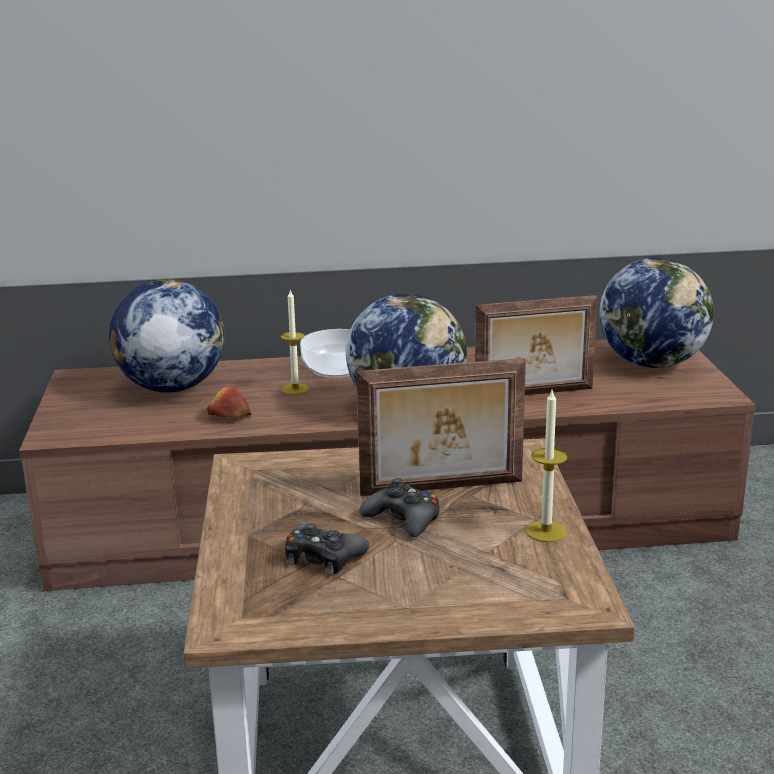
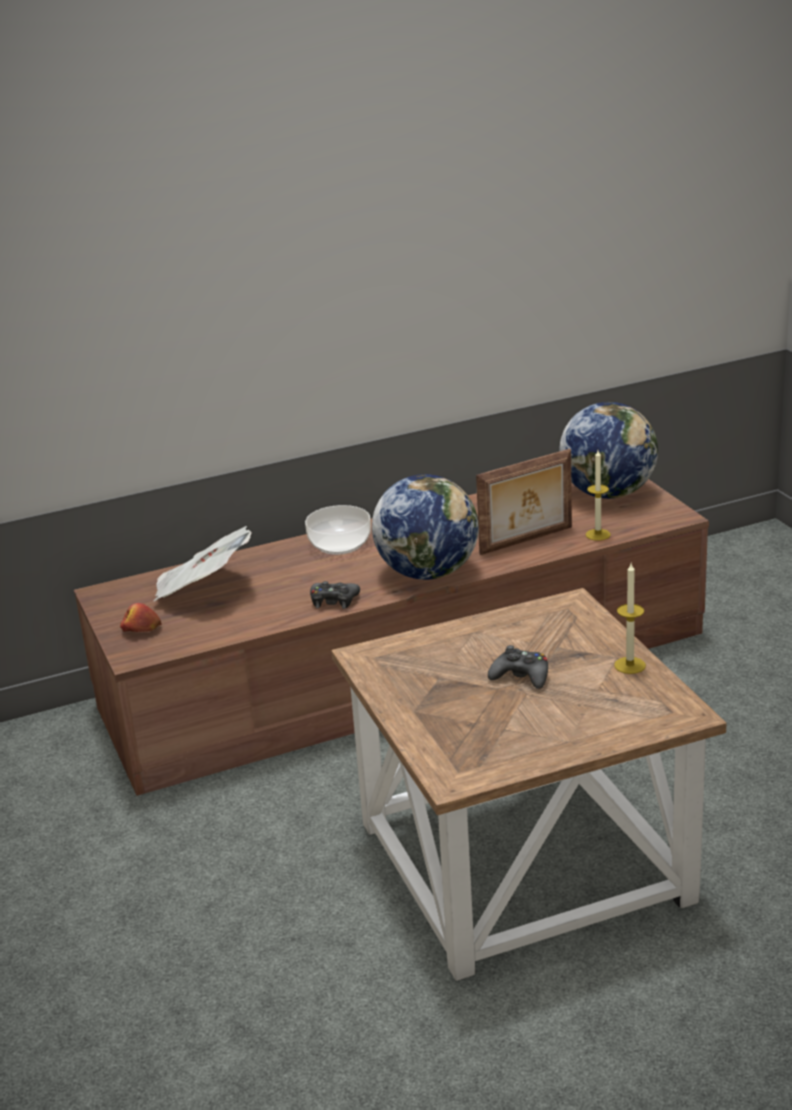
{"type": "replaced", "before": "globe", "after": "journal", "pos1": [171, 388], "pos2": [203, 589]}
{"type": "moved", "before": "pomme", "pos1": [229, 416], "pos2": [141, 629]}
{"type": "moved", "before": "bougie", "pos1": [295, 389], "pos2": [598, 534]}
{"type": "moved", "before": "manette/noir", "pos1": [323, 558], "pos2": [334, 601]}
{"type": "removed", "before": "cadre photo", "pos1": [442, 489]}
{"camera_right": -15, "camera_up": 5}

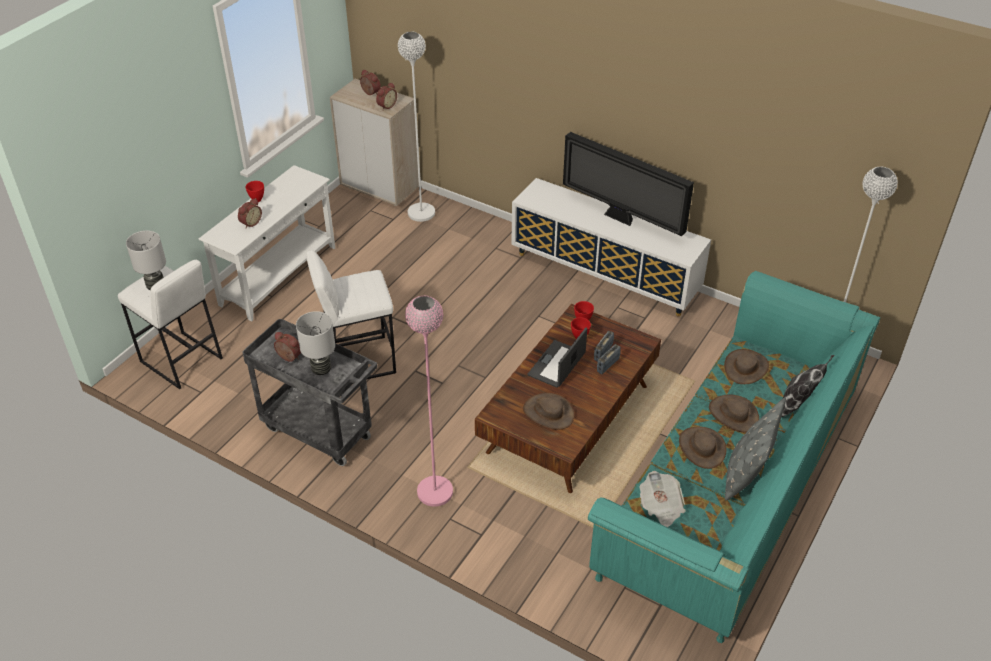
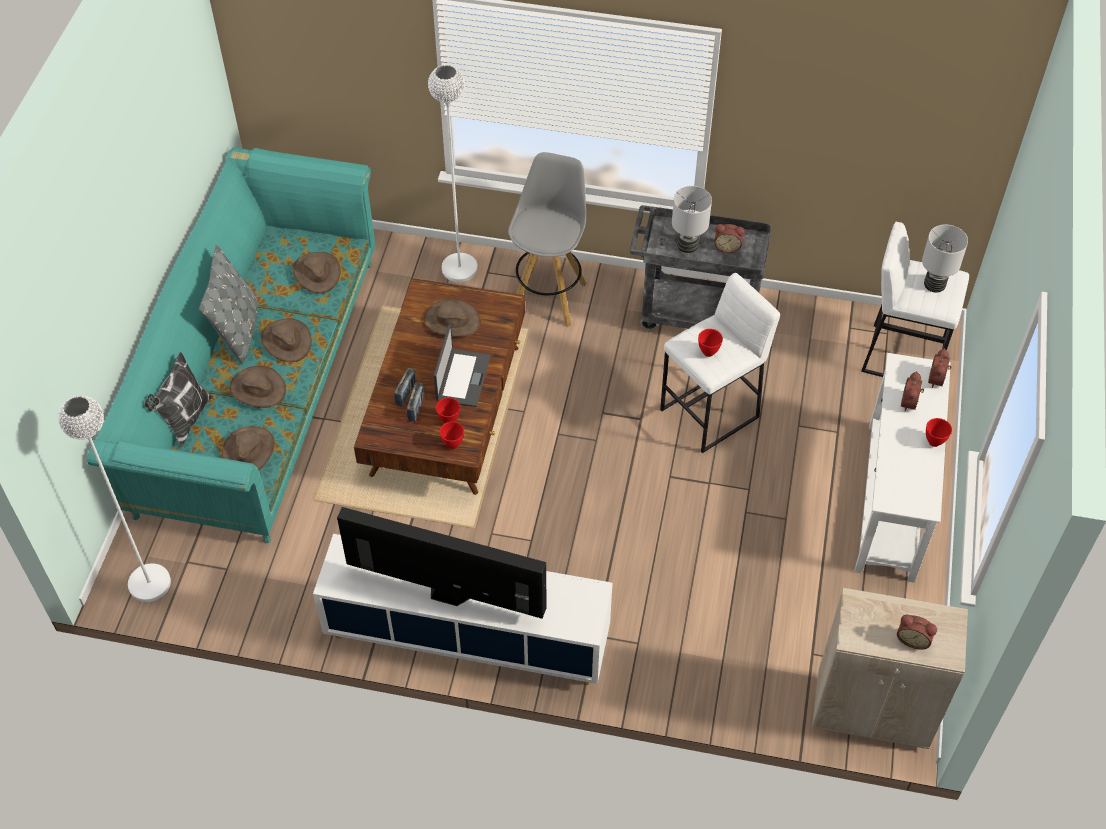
{"type": "moved", "before": "réveil", "pos1": [386, 106], "pos2": [937, 379]}
{"type": "moved", "before": "lampadaire/blanc", "pos1": [421, 213], "pos2": [459, 268]}
{"type": "replaced", "before": "lampadaire/rose", "after": "tabouret/gris", "pos1": [434, 492], "pos2": [549, 297]}
{"type": "replaced", "before": "journal", "after": "chapeau/marron", "pos1": [661, 507], "pos2": [317, 273]}
{"type": "added", "after": "bol/rouge", "pos2": [709, 352]}
{"camera_right": 160, "camera_up": 10}

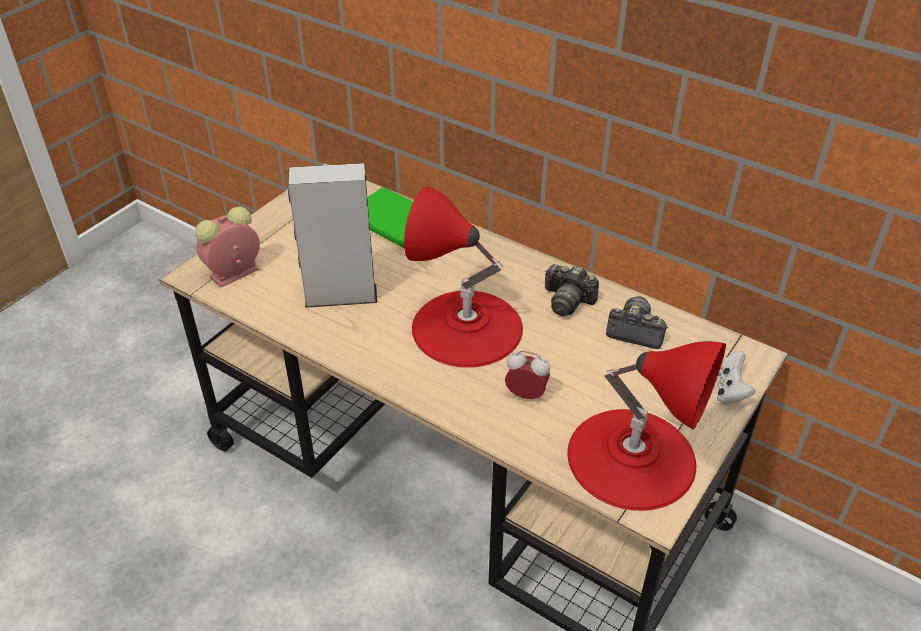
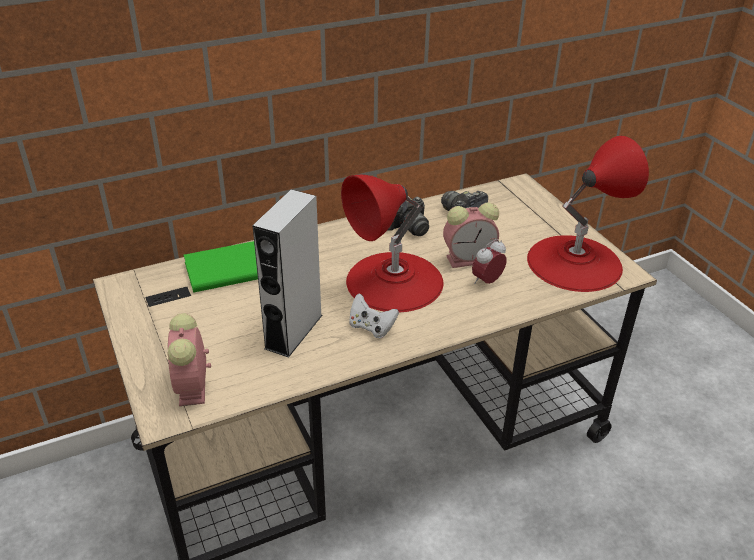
{"type": "moved", "before": "manette/blanc", "pos1": [728, 390], "pos2": [371, 327]}
{"type": "added", "after": "réveil", "pos2": [469, 259]}
{"camera_right": -60, "camera_up": -5}

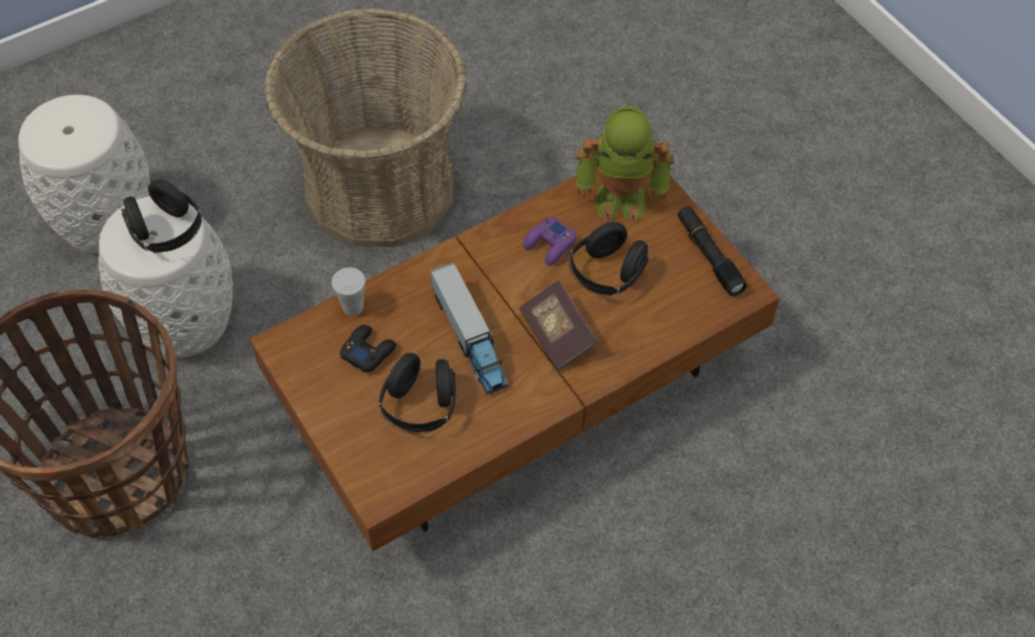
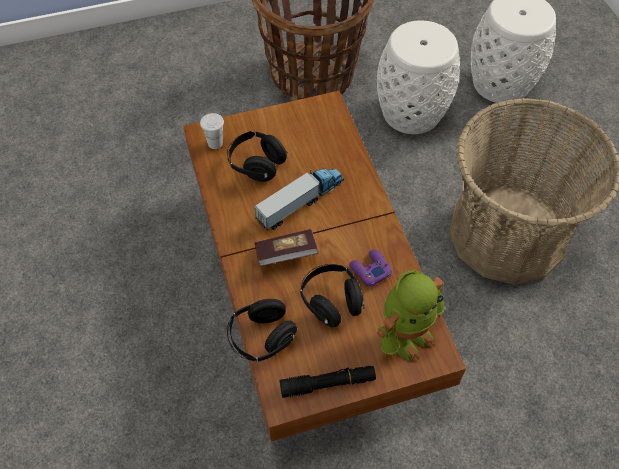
{"type": "moved", "before": "casque audio/noir", "pos1": [167, 232], "pos2": [261, 338]}
{"type": "moved", "before": "tasse/blanc", "pos1": [353, 307], "pos2": [215, 143]}
{"type": "removed", "before": "manette/noir", "pos1": [368, 351]}
{"type": "turned", "before": "camion jouet", "pos1": [469, 338], "pos2": [300, 202], "turn": 150}
{"type": "turned", "before": "robot jouet", "pos1": [621, 198], "pos2": [406, 334], "turn": -150}
{"camera_right": 105, "camera_up": 0}

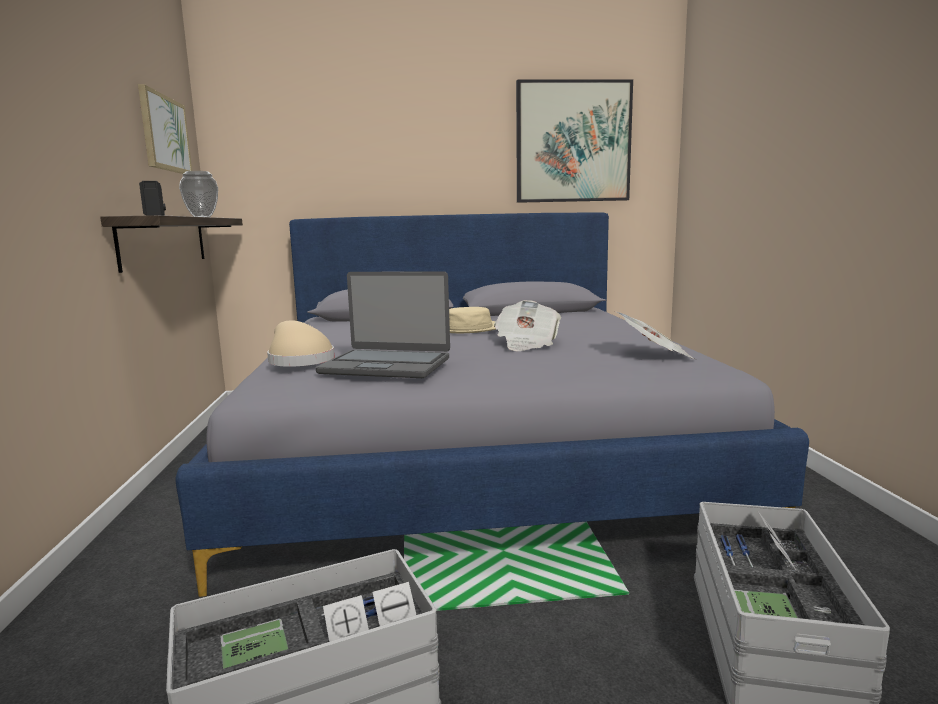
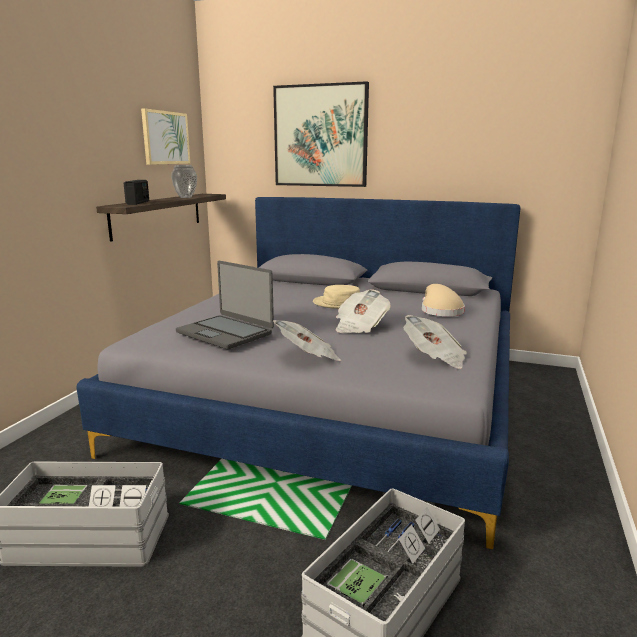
{"type": "moved", "before": "chapeau/beige", "pos1": [298, 360], "pos2": [440, 311]}
{"type": "moved", "before": "tableau", "pos1": [573, 142], "pos2": [320, 136]}
{"type": "added", "after": "journal", "pos2": [308, 357]}
{"camera_right": 25, "camera_up": 5}

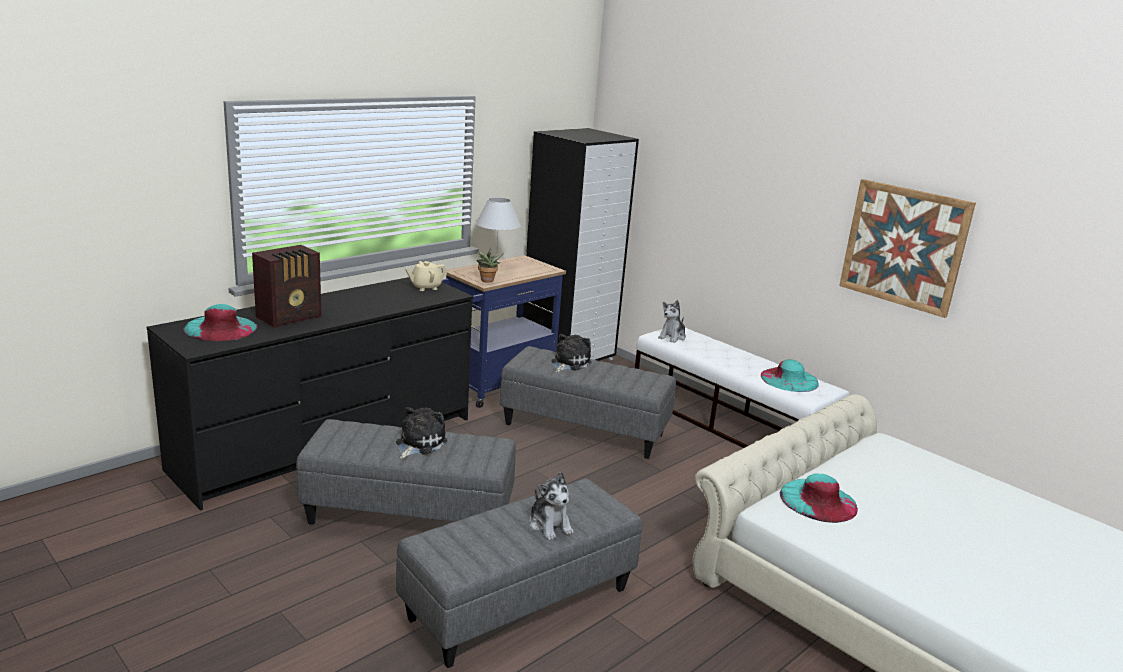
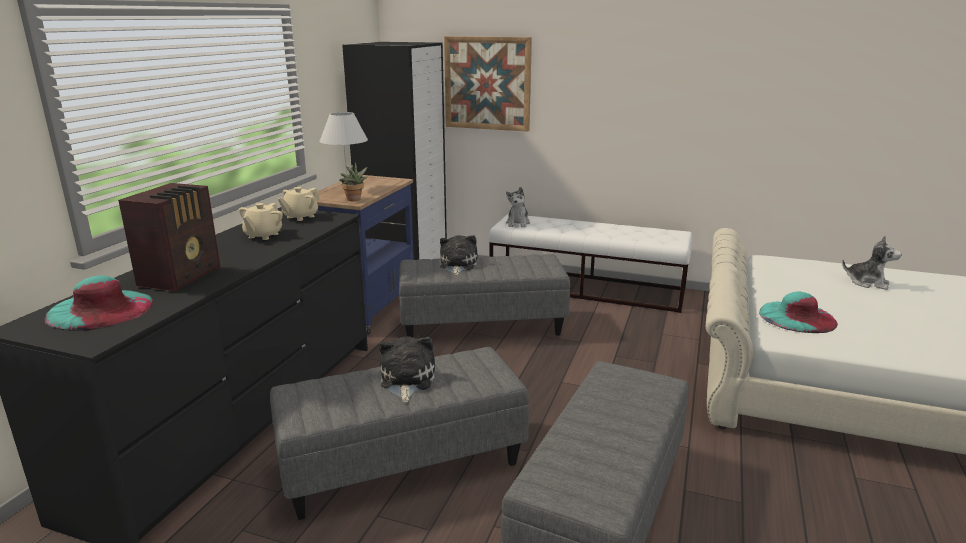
{"type": "moved", "before": "peluche", "pos1": [550, 525], "pos2": [867, 283]}
{"type": "removed", "before": "chapeau/turquoise", "pos1": [789, 379]}
{"type": "moved", "before": "tableau", "pos1": [904, 246], "pos2": [487, 83]}
{"type": "added", "after": "théière/beige", "pos2": [263, 235]}
{"camera_right": -25, "camera_up": 0}

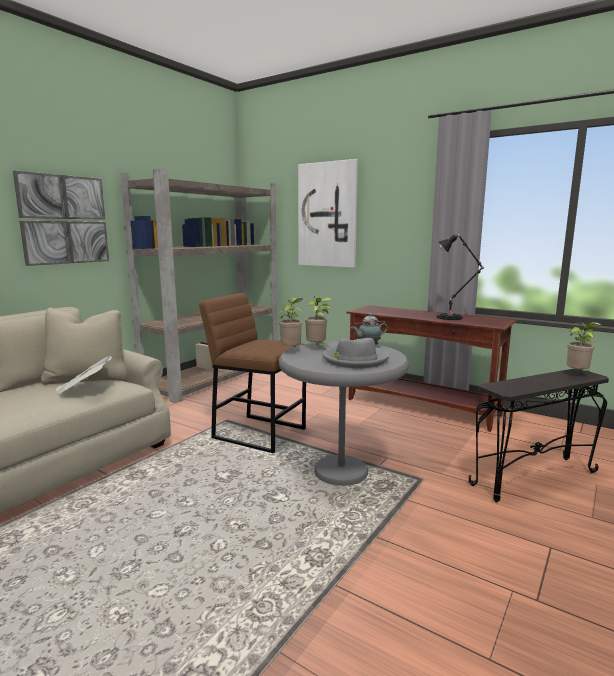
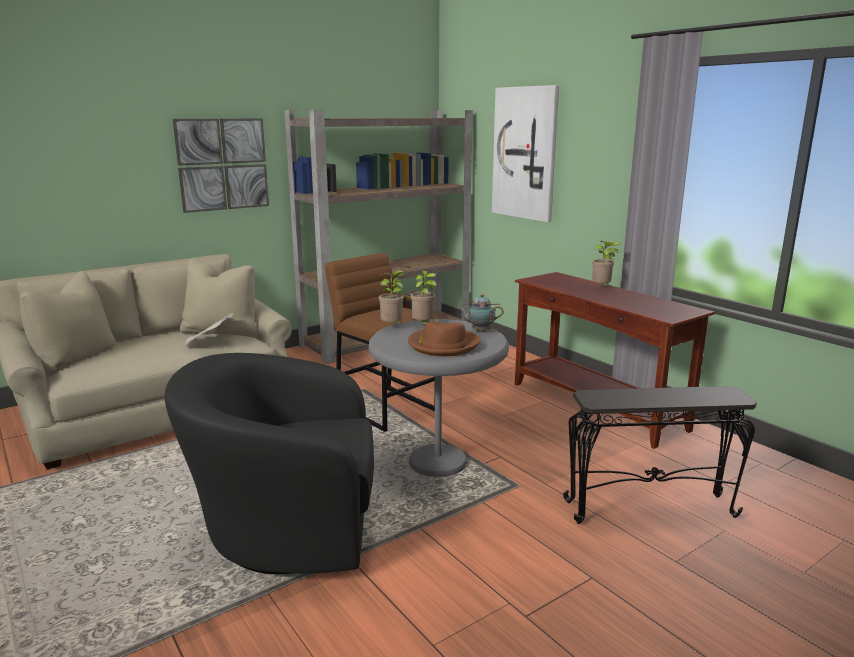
{"type": "recoloured", "before": "chapeau/gris", "after": "chapeau/marron", "pos1": [354, 359], "pos2": [443, 345]}
{"type": "removed", "before": "lampe de table/noir", "pos1": [452, 317]}
{"type": "moved", "before": "plante en pot", "pos1": [578, 374], "pos2": [602, 288]}
{"type": "added", "after": "fauteuil/noir", "pos2": [287, 532]}
{"camera_right": 20, "camera_up": 5}

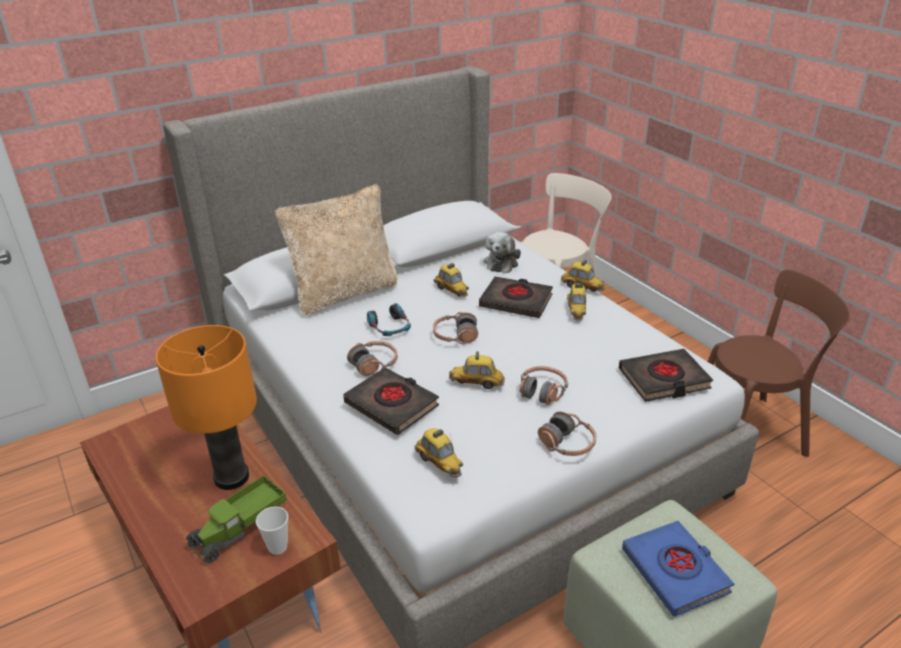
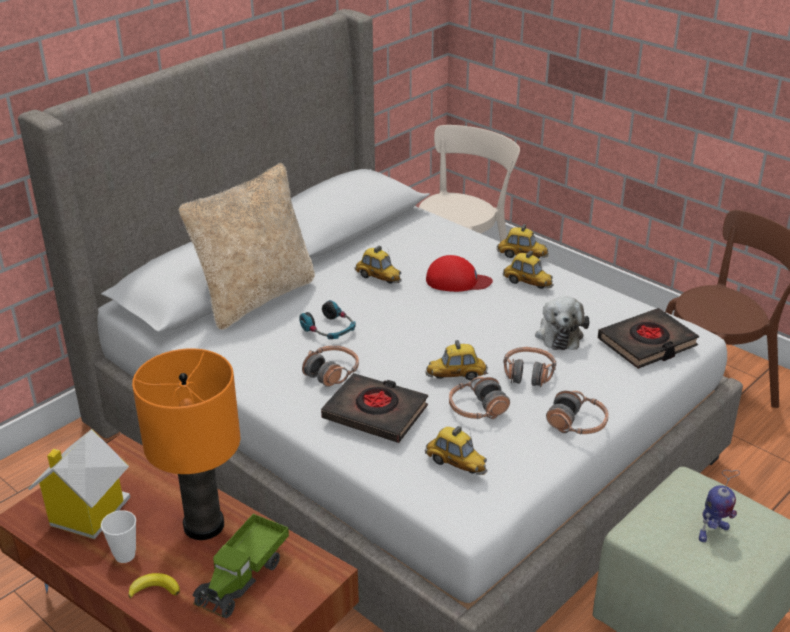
{"type": "moved", "before": "tasse", "pos1": [278, 547], "pos2": [125, 555]}
{"type": "moved", "before": "casque audio", "pos1": [455, 336], "pos2": [477, 409]}
{"type": "replaced", "before": "livre/noir", "after": "casquette/rouge", "pos1": [516, 301], "pos2": [457, 281]}
{"type": "moved", "before": "peluche", "pos1": [502, 262], "pos2": [559, 334]}
{"type": "turned", "before": "petite voiture", "pos1": [576, 311], "pos2": [527, 283], "turn": -45}
{"type": "replaced", "before": "livre/bleu", "after": "robot jouet", "pos1": [675, 571], "pos2": [712, 532]}
{"type": "added", "after": "maison miniature", "pos2": [87, 513]}
{"type": "added", "after": "banane", "pos2": [155, 589]}
{"camera_right": -15, "camera_up": 0}

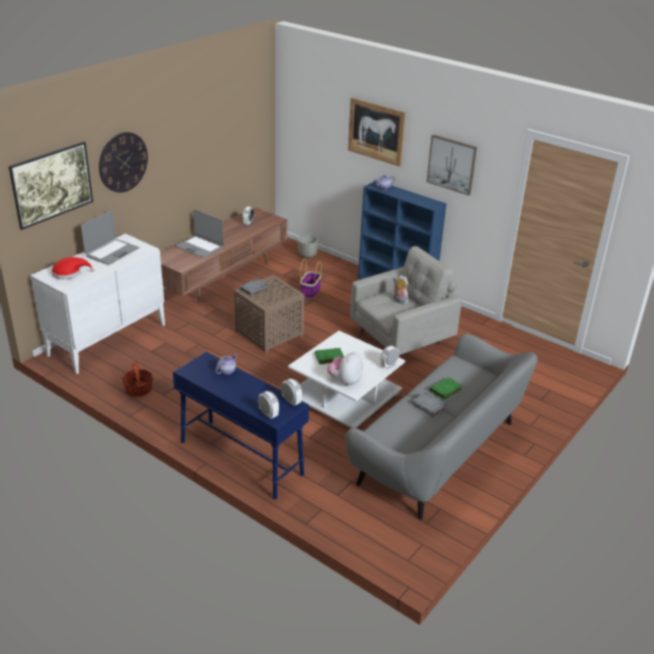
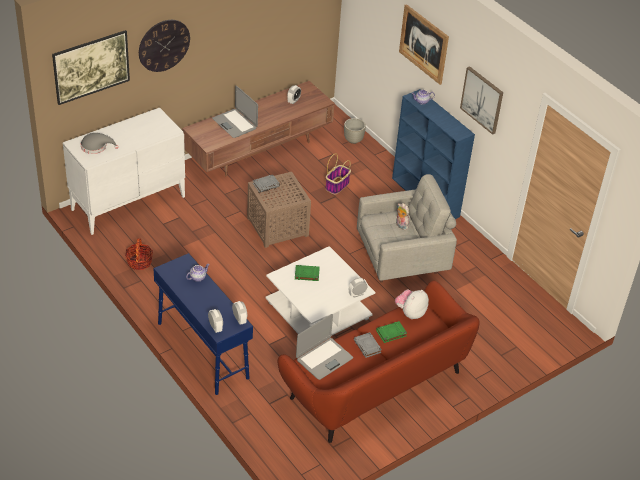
{"type": "recoloured", "before": "chapeau/rouge", "after": "chapeau/gris", "pos1": [69, 273], "pos2": [96, 146]}
{"type": "moved", "before": "ordinateur portable", "pos1": [112, 252], "pos2": [324, 359]}
{"type": "moved", "before": "peluche", "pos1": [345, 381], "pos2": [410, 313]}
{"type": "recoloured", "before": "canapé/gris", "after": "canapé/marron", "pos1": [440, 453], "pos2": [377, 386]}
{"camera_right": 15, "camera_up": 10}

